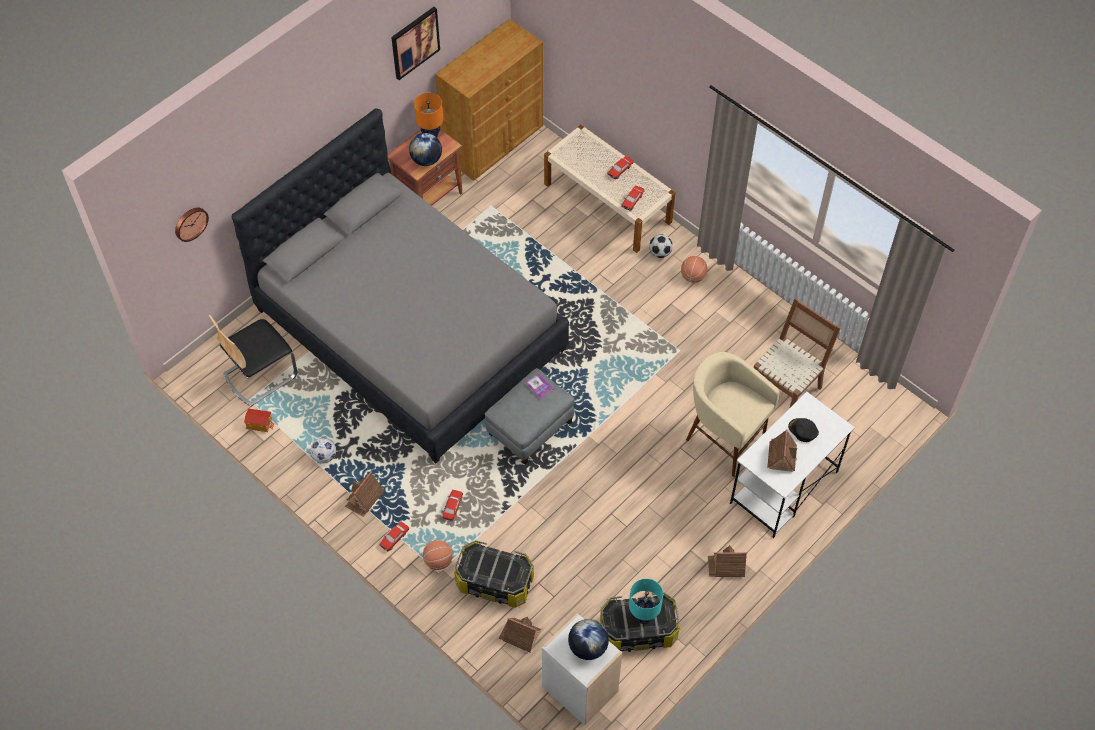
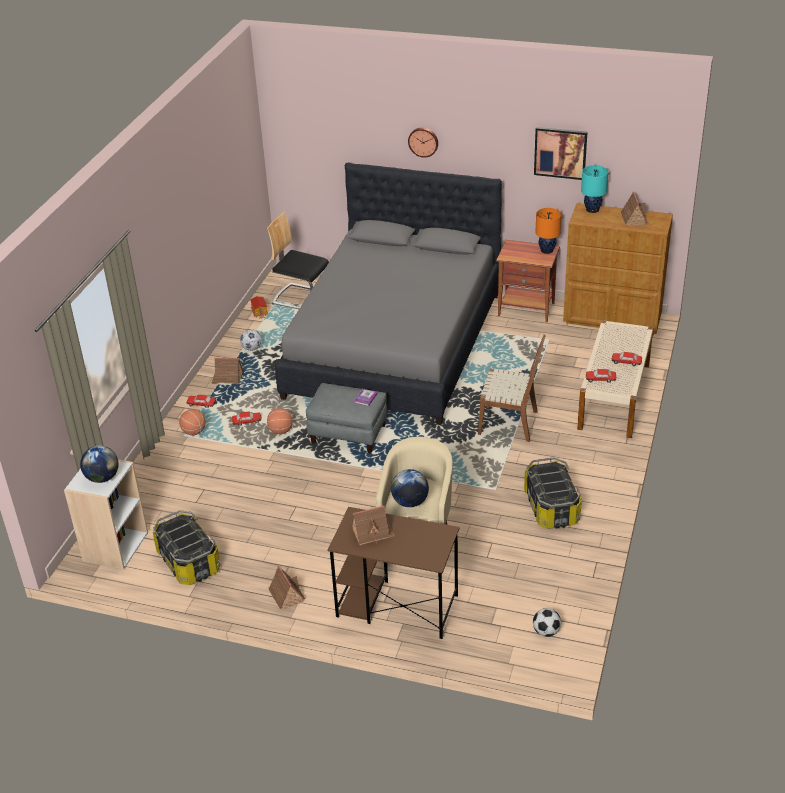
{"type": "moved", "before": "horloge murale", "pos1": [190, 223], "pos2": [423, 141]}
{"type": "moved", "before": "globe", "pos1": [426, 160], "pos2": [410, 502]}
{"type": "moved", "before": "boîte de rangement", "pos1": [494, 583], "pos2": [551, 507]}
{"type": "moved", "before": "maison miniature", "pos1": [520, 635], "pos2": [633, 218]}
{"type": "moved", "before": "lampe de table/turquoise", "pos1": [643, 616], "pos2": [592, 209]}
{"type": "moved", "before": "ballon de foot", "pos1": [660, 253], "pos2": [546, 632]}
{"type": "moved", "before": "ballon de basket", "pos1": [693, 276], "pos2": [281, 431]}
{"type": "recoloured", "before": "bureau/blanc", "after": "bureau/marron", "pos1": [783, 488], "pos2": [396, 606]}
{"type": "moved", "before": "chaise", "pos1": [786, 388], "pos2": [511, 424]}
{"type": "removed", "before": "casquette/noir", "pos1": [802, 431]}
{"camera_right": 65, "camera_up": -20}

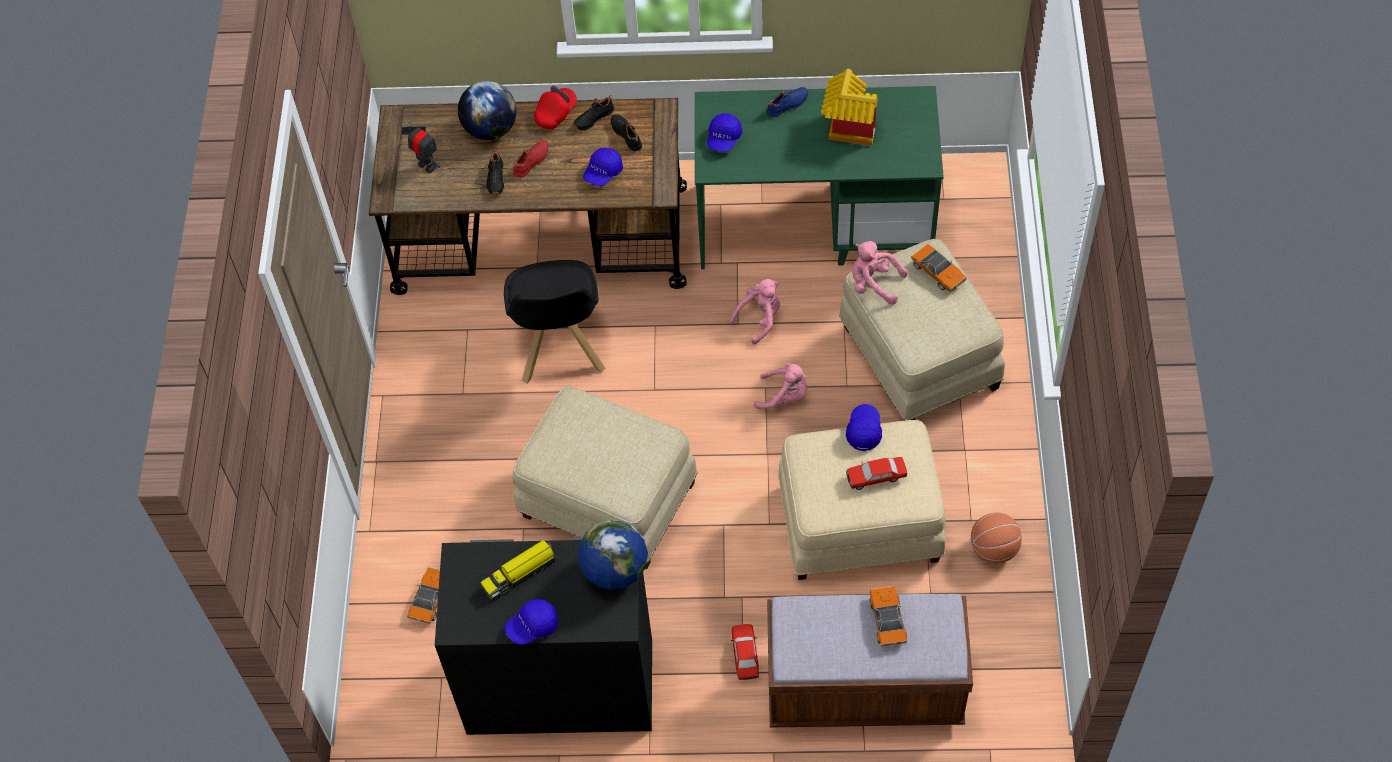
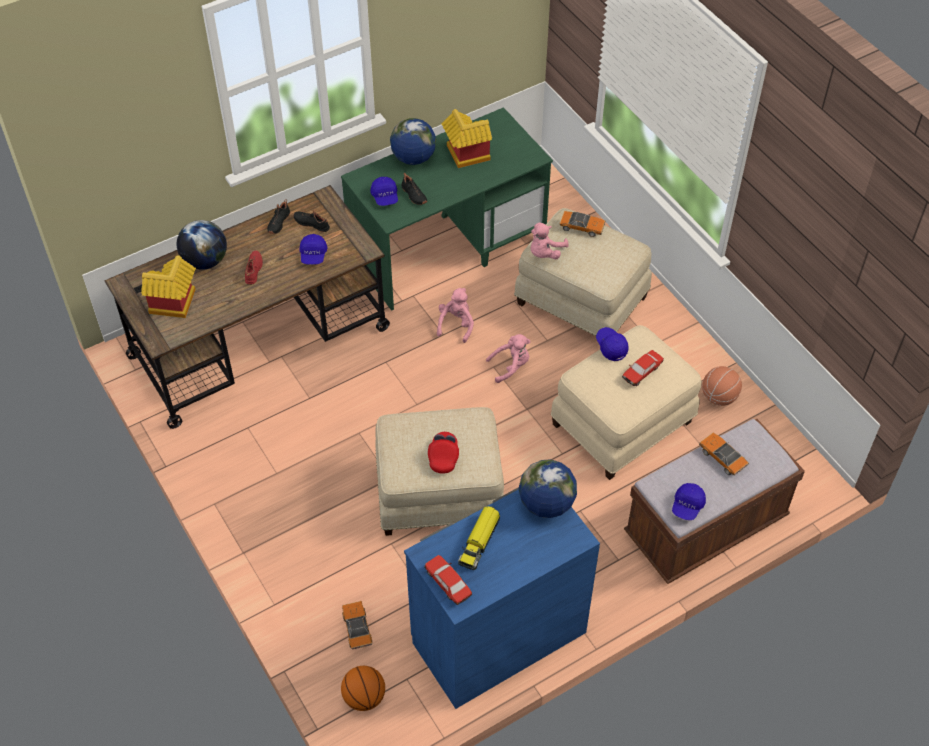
{"type": "replaced", "before": "robot jouet", "after": "maison miniature", "pos1": [427, 166], "pos2": [174, 306]}
{"type": "recoloured", "before": "commode/noir", "after": "commode/bleu", "pos1": [559, 683], "pos2": [496, 635]}
{"type": "moved", "before": "chaussure/noir", "pos1": [495, 179], "pos2": [413, 195]}
{"type": "removed", "before": "chaise/noir", "pos1": [559, 348]}
{"type": "moved", "before": "casquette/bleu", "pos1": [533, 626], "pos2": [687, 506]}
{"type": "moved", "before": "casquette/rouge", "pos1": [556, 114], "pos2": [443, 457]}
{"type": "moved", "before": "petite voiture", "pos1": [745, 655], "pos2": [448, 583]}
{"type": "replaced", "before": "chaussure/bleu", "after": "globe", "pos1": [788, 106], "pos2": [413, 158]}
{"type": "turned", "before": "peluche/rose", "pos1": [874, 284], "pos2": [545, 253], "turn": -45}
{"type": "added", "after": "ballon de basket", "pos2": [364, 697]}
{"camera_right": -35, "camera_up": -5}

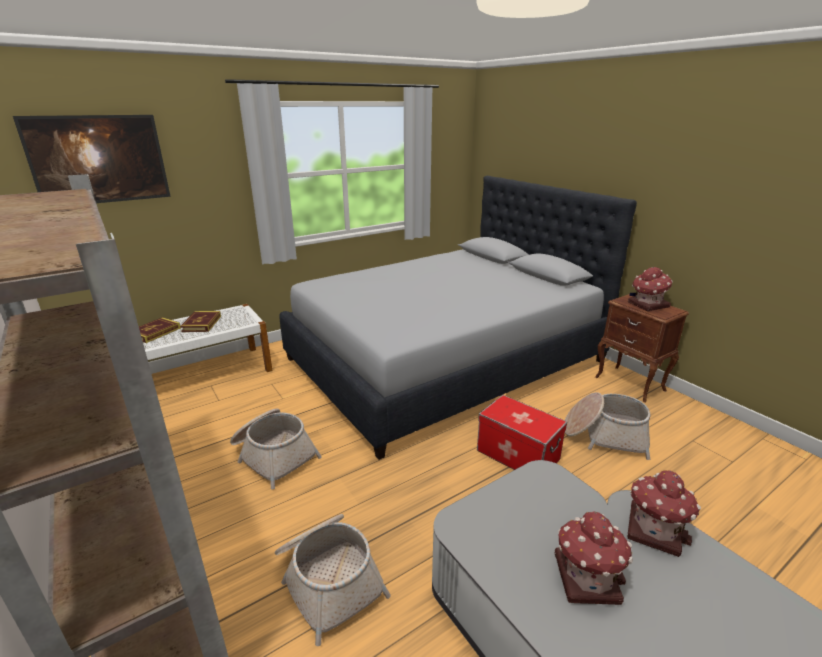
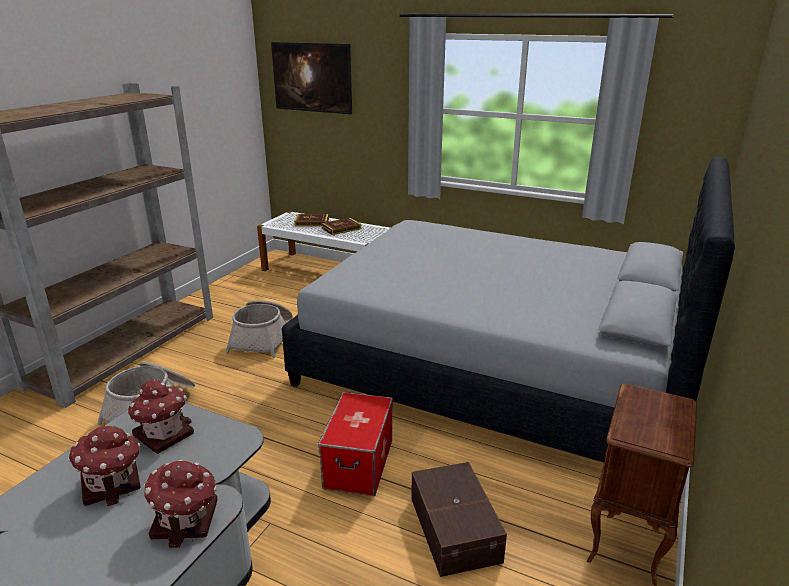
{"type": "replaced", "before": "panier", "after": "boîte de rangement/marron", "pos1": [604, 435], "pos2": [456, 528]}
{"type": "moved", "before": "maison miniature", "pos1": [647, 305], "pos2": [163, 434]}
{"camera_right": 60, "camera_up": 0}

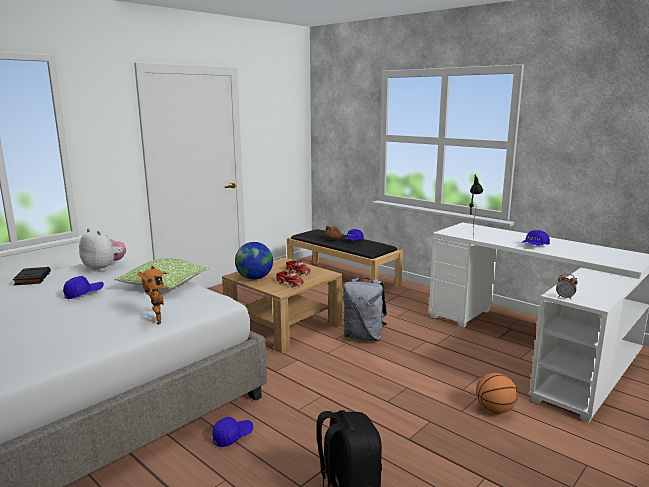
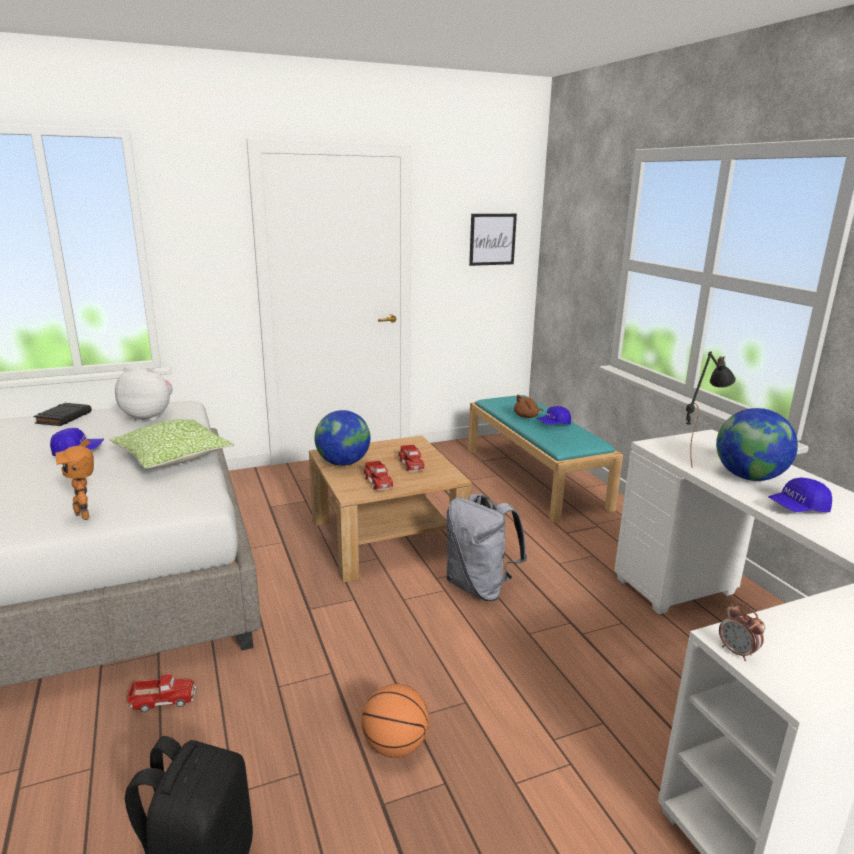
{"type": "turned", "before": "peluche", "pos1": [104, 268], "pos2": [149, 417], "turn": -60}
{"type": "turned", "before": "robot jouet", "pos1": [155, 321], "pos2": [85, 515], "turn": 120}
{"type": "replaced", "before": "casquette/bleu", "after": "camion jouet", "pos1": [232, 436], "pos2": [163, 699]}
{"type": "recoloured", "before": "banc/noir", "after": "banc/turquoise", "pos1": [343, 278], "pos2": [536, 478]}
{"type": "moved", "before": "ballon de basket", "pos1": [494, 410], "pos2": [395, 745]}
{"type": "added", "after": "tableau", "pos2": [492, 239]}
{"type": "added", "after": "globe", "pos2": [749, 477]}
{"camera_right": 25, "camera_up": 5}

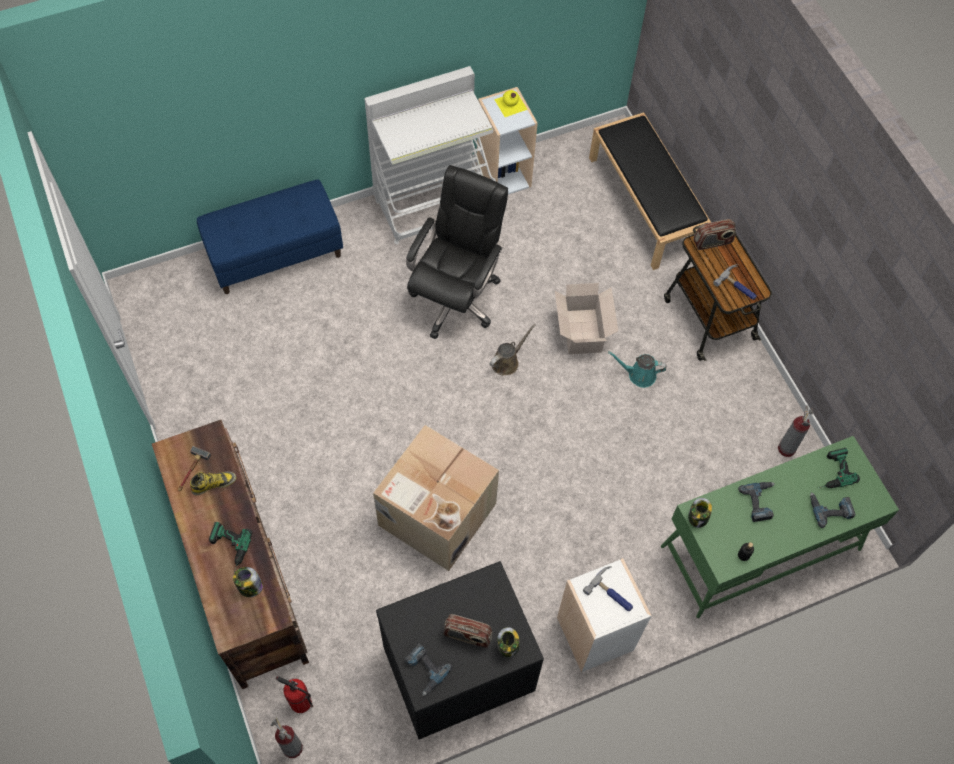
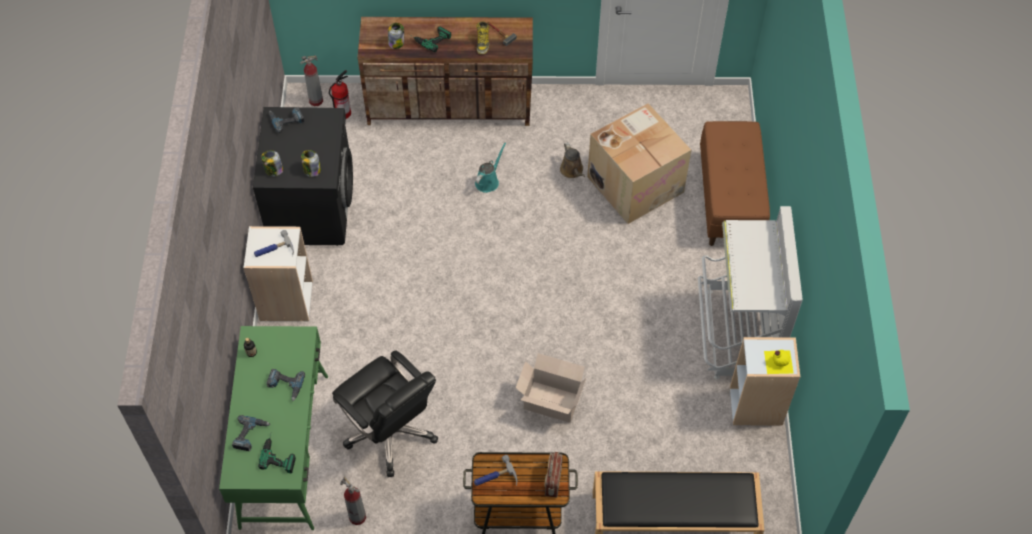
{"type": "recoloured", "before": "banc/bleu", "after": "banc/marron", "pos1": [276, 254], "pos2": [730, 200]}
{"type": "moved", "before": "carton", "pos1": [435, 515], "pos2": [635, 183]}
{"type": "moved", "before": "chaise de bureau/noir", "pos1": [456, 298], "pos2": [389, 432]}
{"type": "removed", "before": "radio", "pos1": [467, 635]}
{"type": "moved", "before": "arrosoir/marron", "pos1": [507, 361], "pos2": [572, 171]}
{"type": "moved", "before": "arrosoir/turquoise", "pos1": [639, 375], "pos2": [488, 181]}
{"type": "moved", "before": "bocal", "pos1": [698, 517], "pos2": [311, 170]}
{"camera_right": 115, "camera_up": -5}

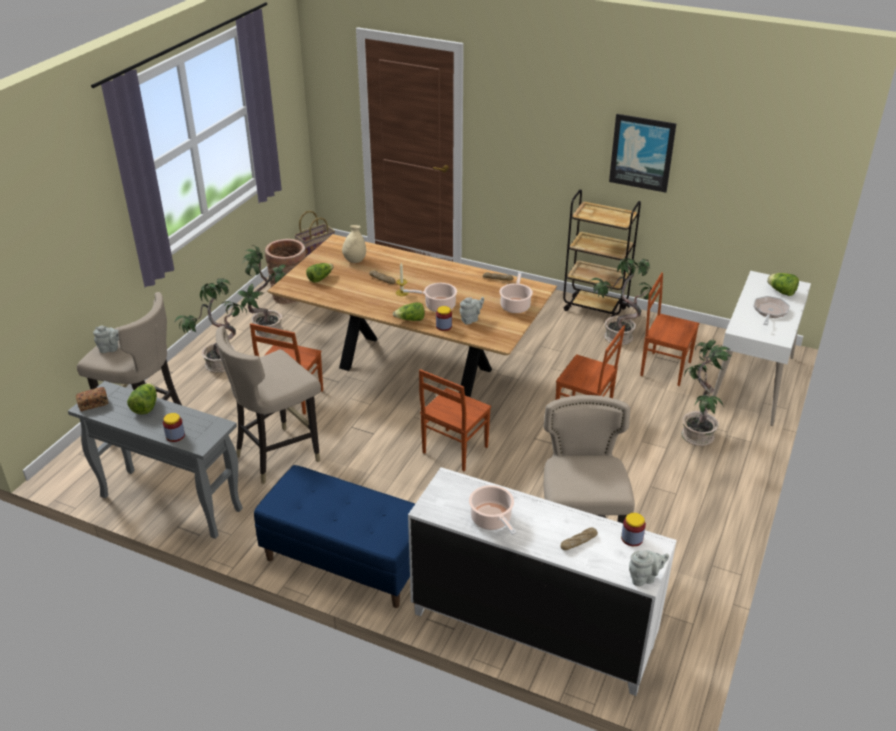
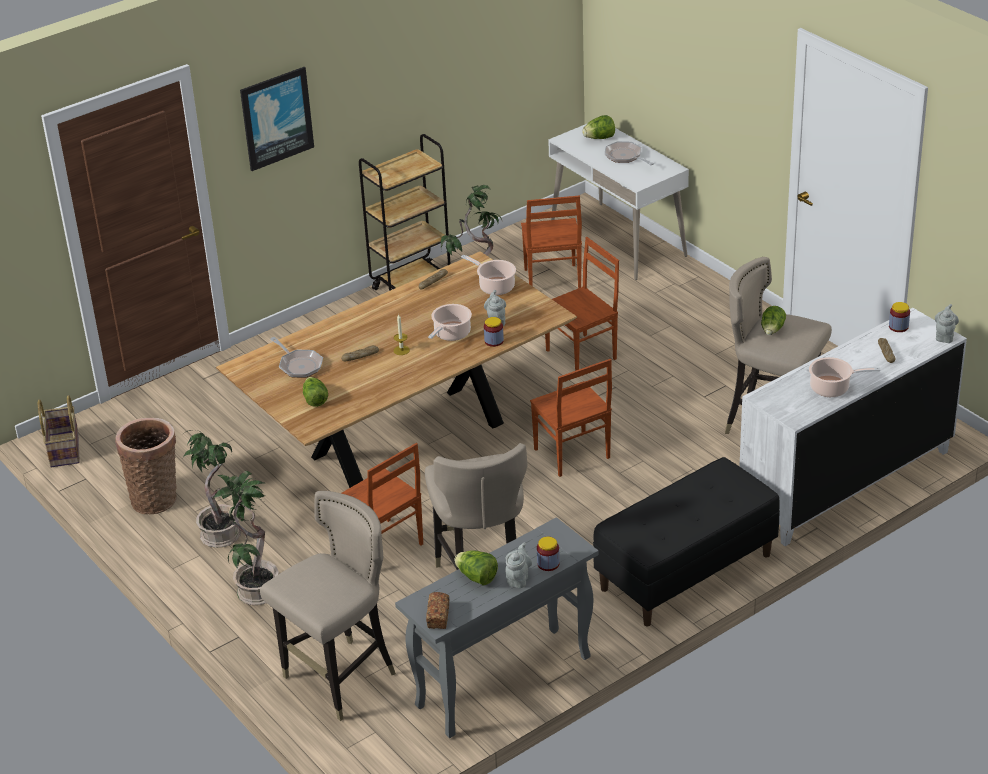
{"type": "moved", "before": "théière/gris", "pos1": [111, 349], "pos2": [518, 578]}
{"type": "recoloured", "before": "banc/bleu", "after": "banc/noir", "pos1": [345, 561], "pos2": [686, 572]}
{"type": "replaced", "before": "vase/beige", "after": "poêle", "pos1": [355, 260], "pos2": [299, 365]}
{"type": "moved", "before": "laitue", "pos1": [410, 320], "pos2": [772, 330]}
{"type": "moved", "before": "tableau", "pos1": [642, 152], "pos2": [276, 118]}
{"type": "turned", "before": "chaise/marron", "pos1": [665, 368], "pos2": [551, 280], "turn": -60}
{"type": "removed", "before": "plante en pot", "pos1": [696, 435]}
{"camera_right": -60, "camera_up": 0}

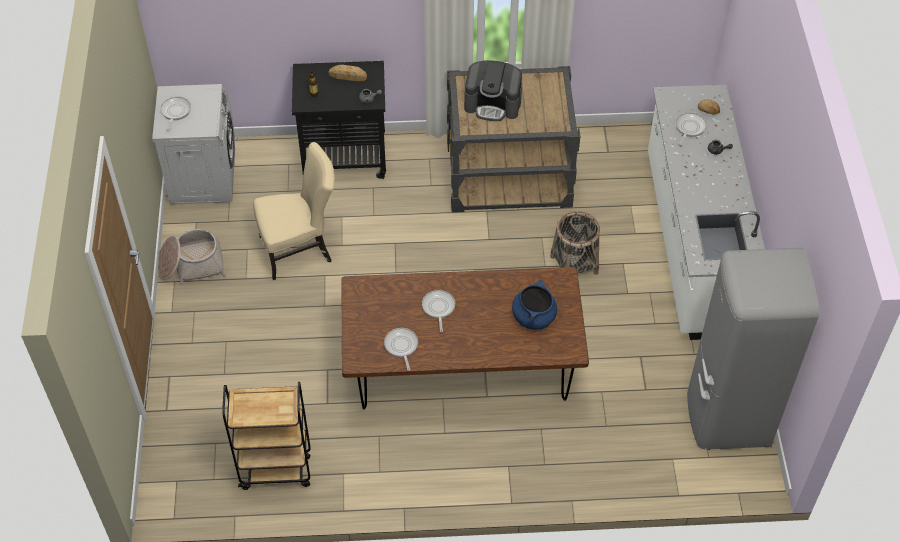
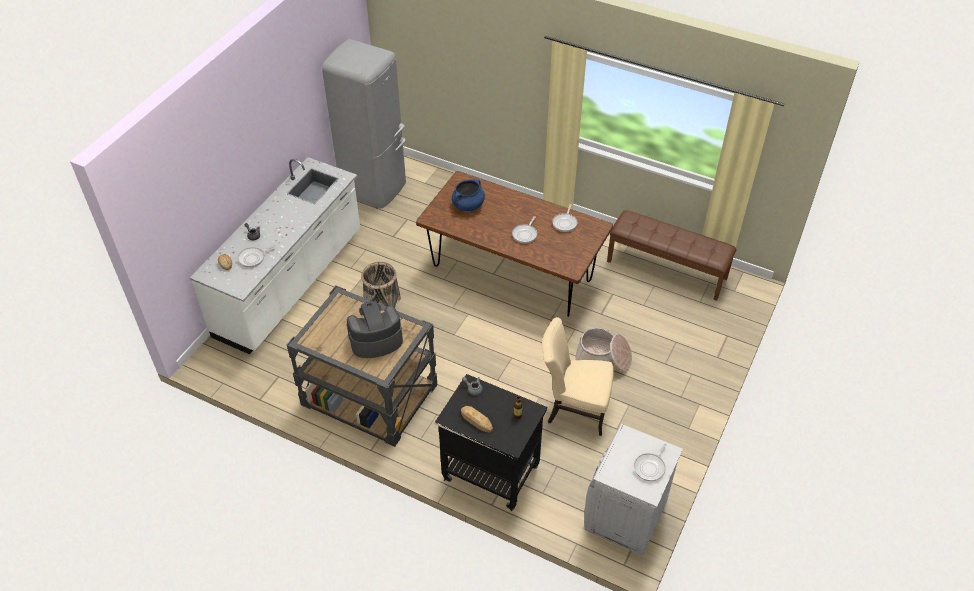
{"type": "moved", "before": "panier", "pos1": [191, 265], "pos2": [603, 358]}
{"type": "replaced", "before": "chariot/marron", "after": "banc/marron", "pos1": [275, 473], "pos2": [667, 269]}
{"type": "turned", "before": "machine à café", "pos1": [493, 104], "pos2": [375, 340], "turn": -60}
{"camera_right": -150, "camera_up": -5}

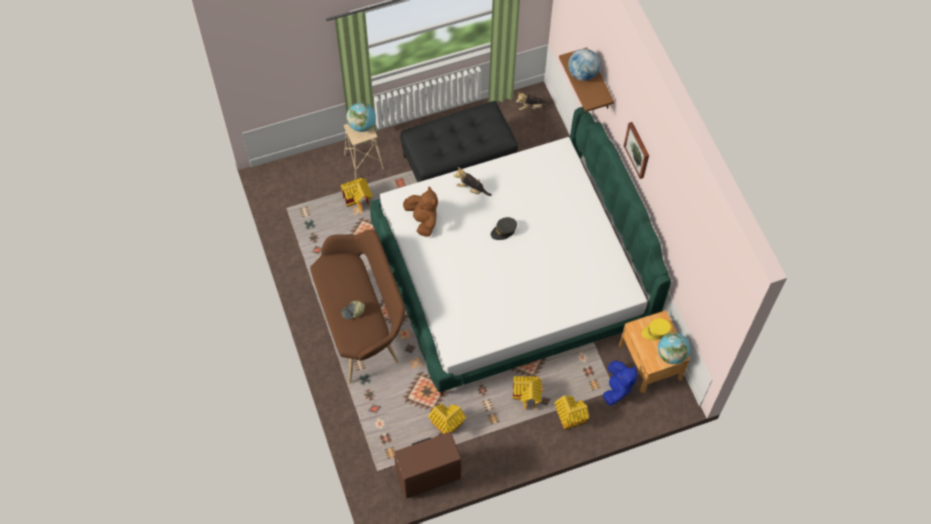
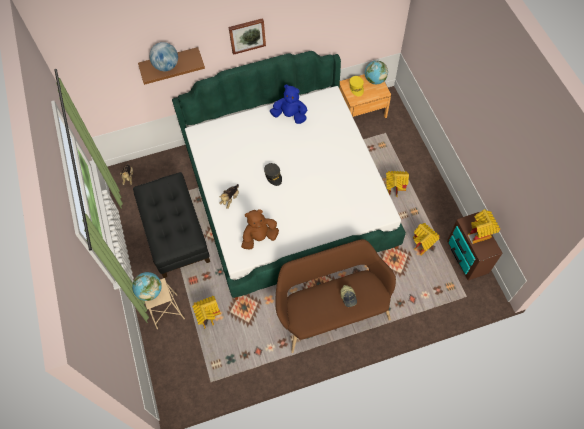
{"type": "moved", "before": "maison miniature", "pos1": [568, 418], "pos2": [480, 234]}
{"type": "moved", "before": "peluche/bleu", "pos1": [617, 388], "pos2": [290, 116]}
{"camera_right": -85, "camera_up": 0}

